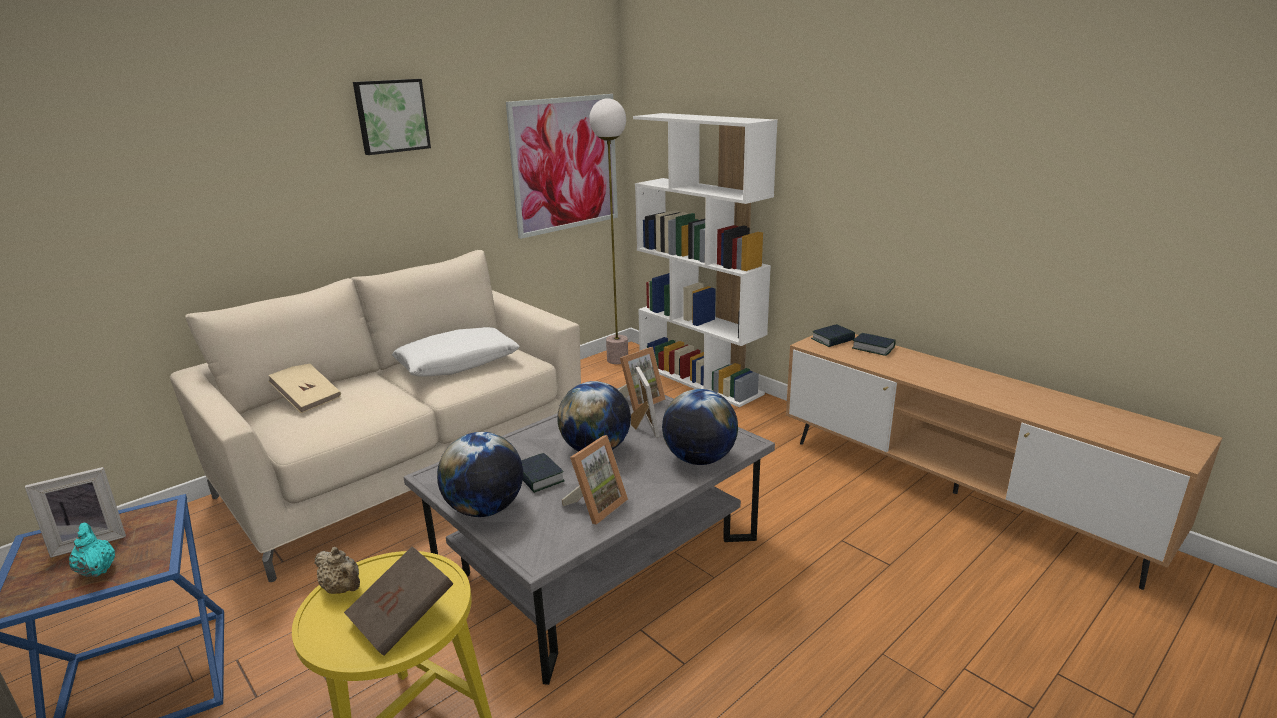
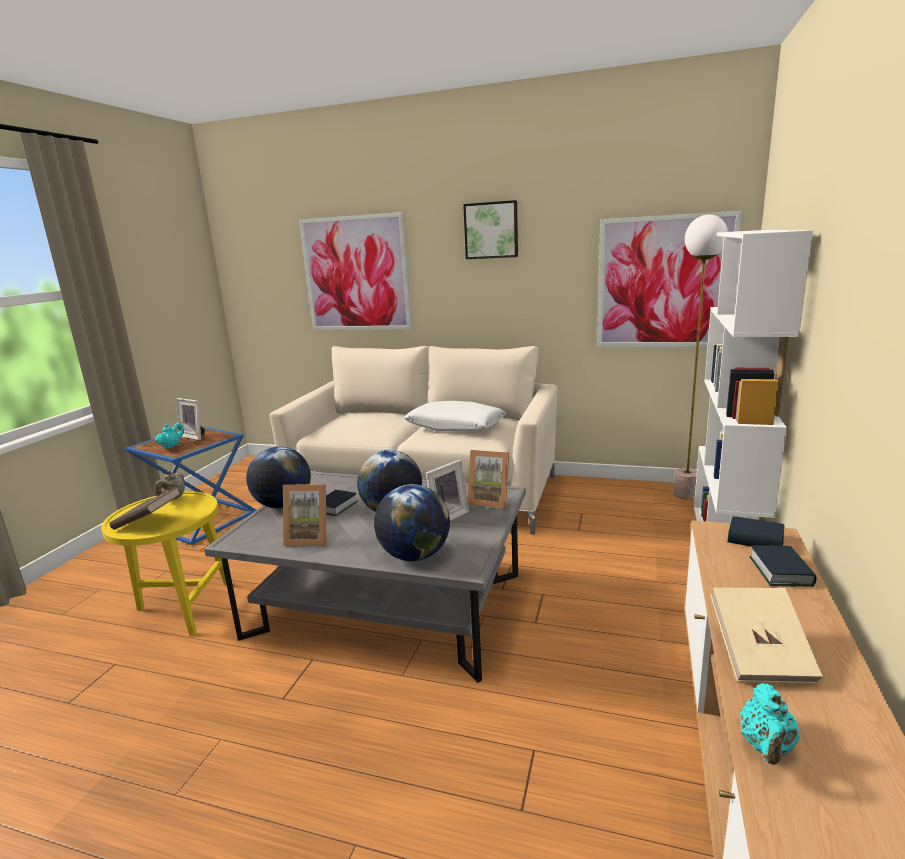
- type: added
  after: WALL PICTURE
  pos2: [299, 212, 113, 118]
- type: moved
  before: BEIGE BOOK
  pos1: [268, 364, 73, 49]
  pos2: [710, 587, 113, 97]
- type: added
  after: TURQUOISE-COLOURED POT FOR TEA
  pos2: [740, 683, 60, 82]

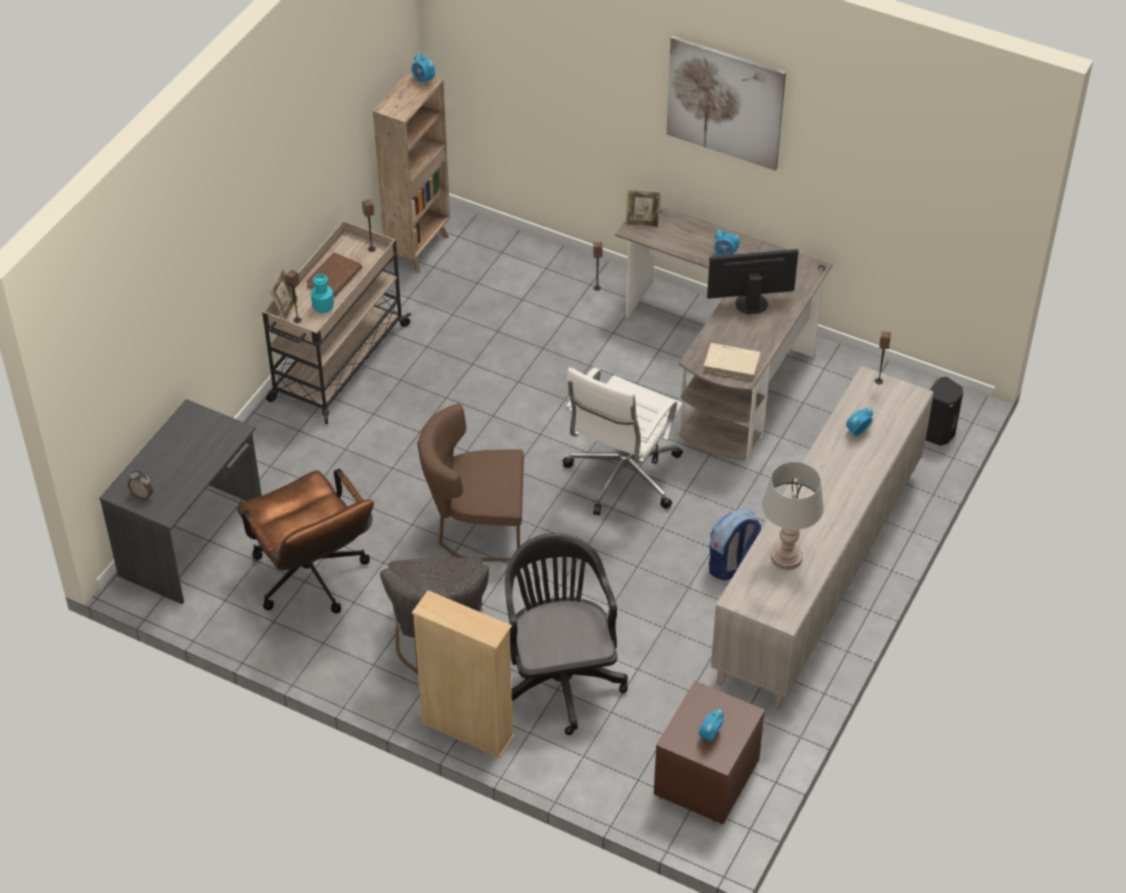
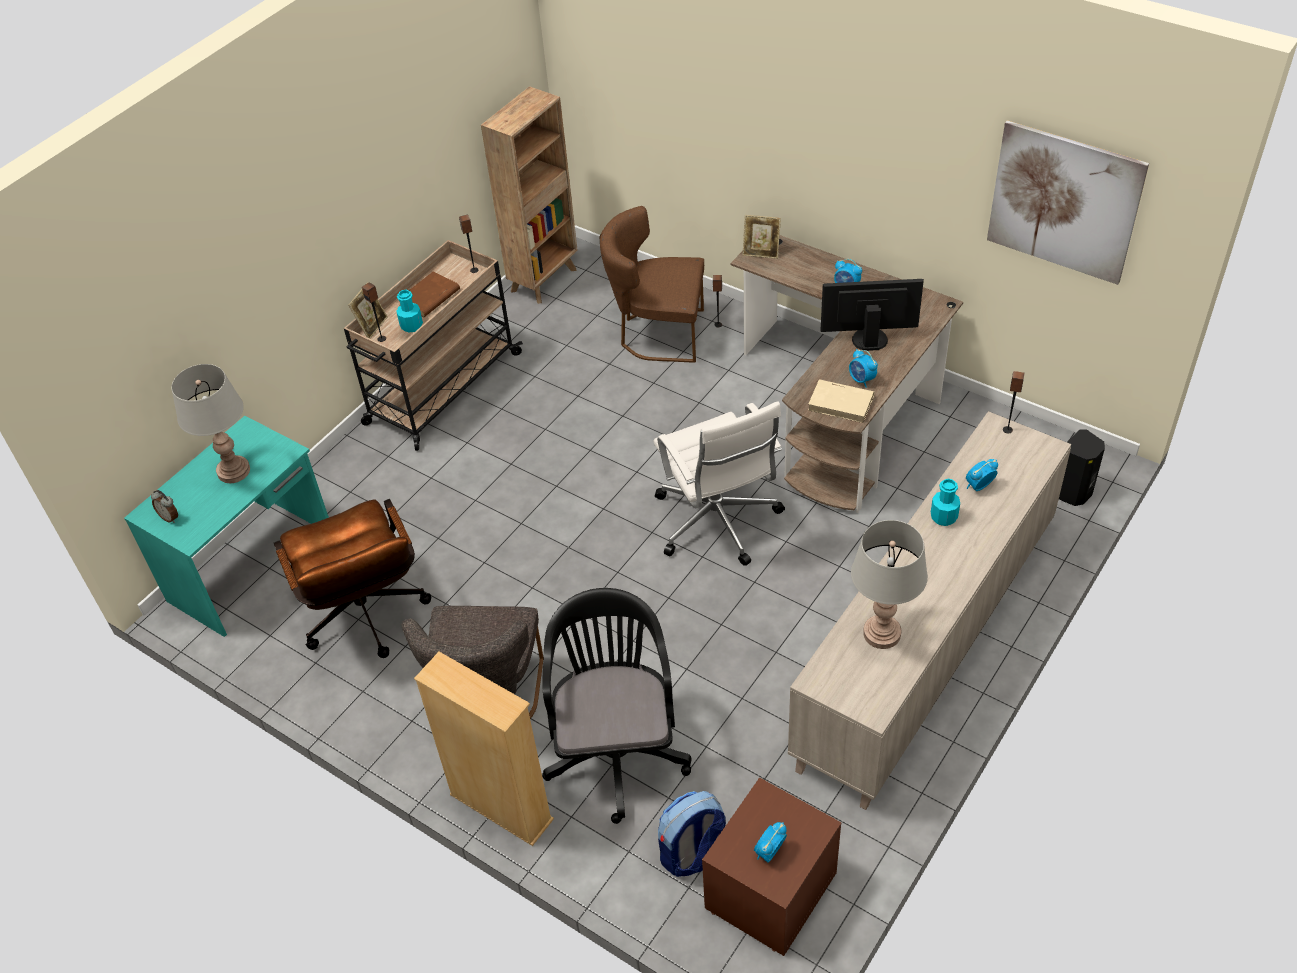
- type: recoloured
  before: GRAY DESK UNIT
  after: TURQUOISE-COLOURED DESK UNIT
  pos1: [99, 399, 163, 205]
  pos2: [124, 416, 205, 221]
- type: added
  after: GRAY TABLETOP LAMP
  pos2: [171, 364, 79, 119]
- type: moved
  before: BROWNISH PLAIN CHAIR
  pos1: [417, 404, 107, 157]
  pos2: [600, 206, 104, 157]
- type: turned
  before: WHITE DESK CHAIR
  pos1: [563, 367, 120, 148]
  pos2: [654, 401, 131, 165]
  turn: -60
- type: moved
  before: BACKPACK
  pos1: [709, 508, 52, 73]
  pos2: [658, 791, 68, 86]
- type: moved
  before: TABLE CLOCK
  pos1: [412, 53, 23, 33]
  pos2: [849, 349, 29, 38]
- type: added
  after: TURQUOISE-COLOURED DRINK BOTTLE
  pos2: [931, 479, 29, 47]
- type: moved
  before: WALL PICTURE
  pos1: [666, 36, 120, 135]
  pos2: [987, 120, 162, 165]

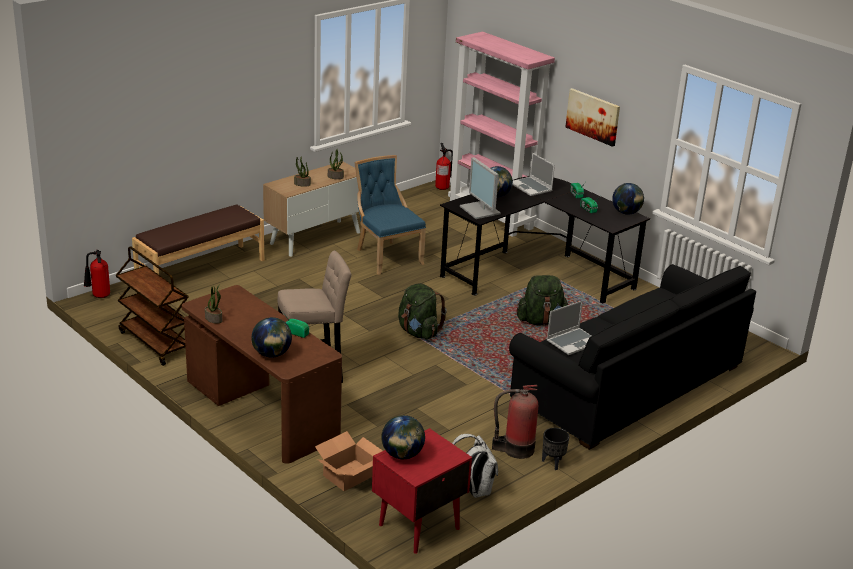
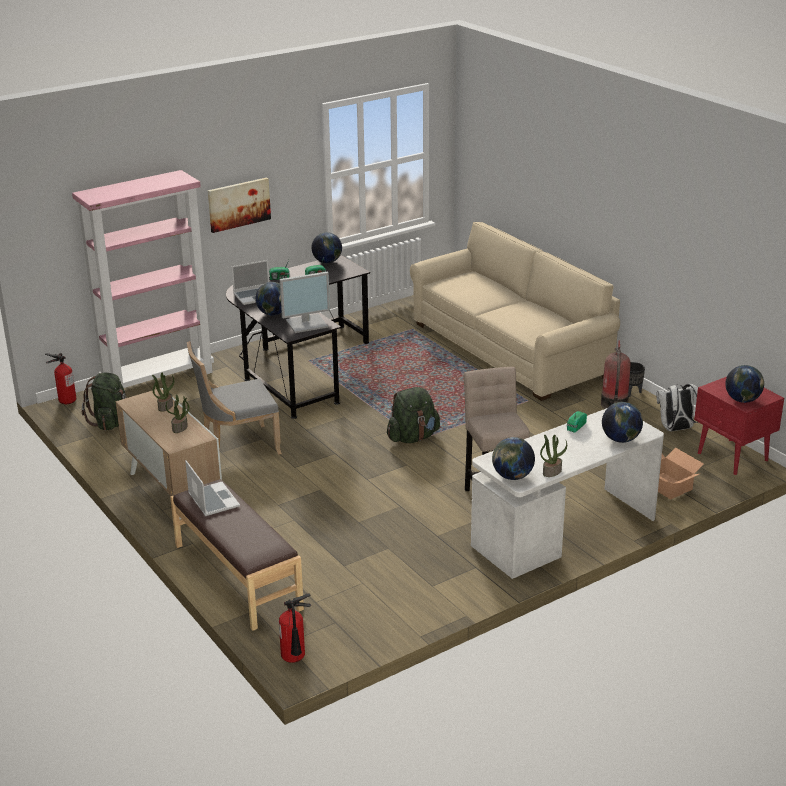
- type: moved
  before: GREENISH BACKPACK
  pos1: [517, 275, 51, 50]
  pos2: [82, 373, 44, 57]
- type: moved
  before: LAPTOP
  pos1: [547, 300, 44, 55]
  pos2: [185, 461, 55, 55]
- type: recoloured
  before: BLUE-COLOURED PLAIN CHAIR
  after: GRAY PLAIN CHAIR
  pos1: [355, 155, 71, 120]
  pos2: [187, 341, 95, 114]
- type: recoloured
  before: BLACK SOFA
  after: BEIGE SOFA
  pos1: [509, 264, 247, 186]
  pos2: [410, 222, 210, 179]
- type: recoloured
  before: BROWNISH DESK UNIT
  after: WHITE DESK UNIT
  pos1: [182, 285, 160, 179]
  pos2: [471, 408, 193, 171]
- type: added
  after: GLOBE
  pos2: [492, 437, 43, 43]
- type: removed
  before: BROWNISH WHEELED CART
  pos1: [116, 246, 72, 120]

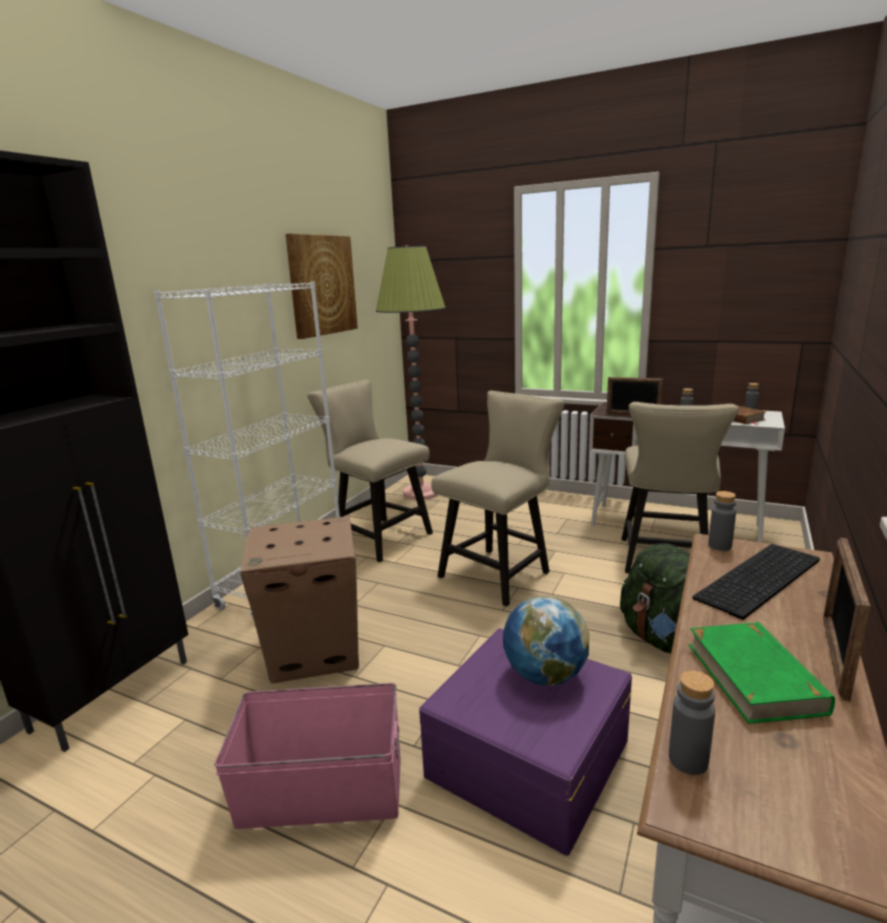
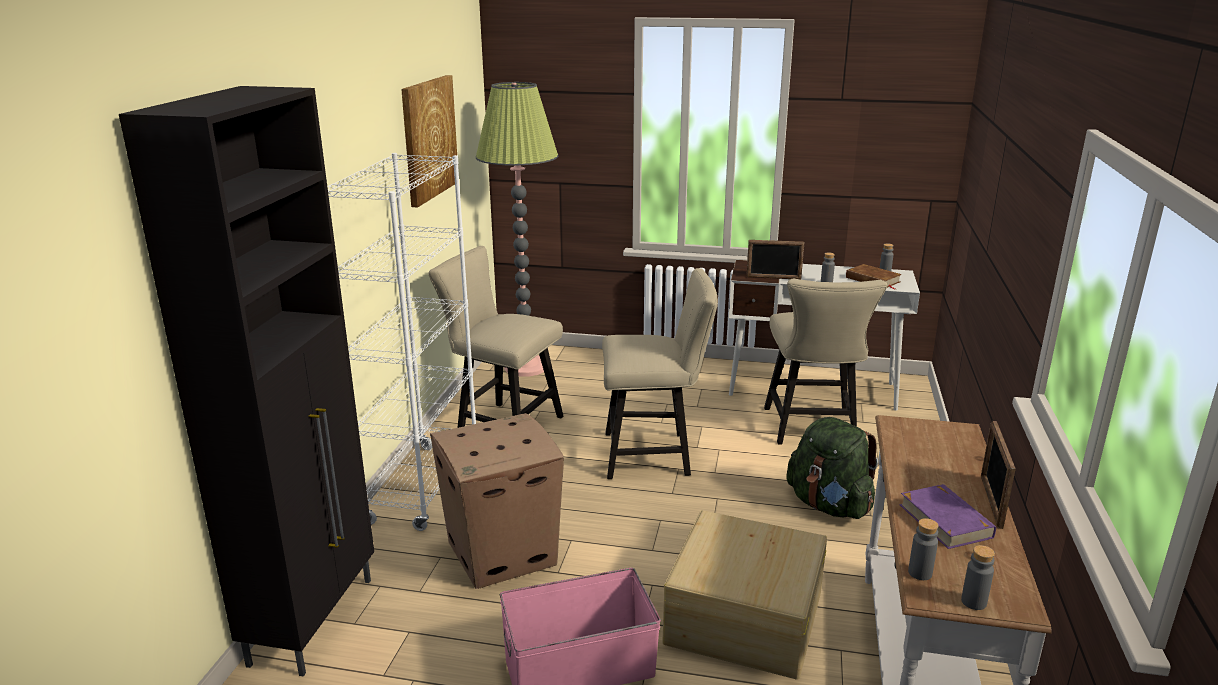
- type: turned
  before: BEIGE PLAIN CHAIR
  pos1: [431, 391, 134, 216]
  pos2: [602, 268, 116, 211]
  turn: 60
- type: recoloured
  before: PURPLE-COLOURED STORAGE CONTAINER
  after: BEIGE STORAGE CONTAINER
  pos1: [419, 628, 213, 228]
  pos2: [662, 510, 165, 170]
- type: recoloured
  before: GREENISH BOOK
  after: PURPLE-COLOURED BOOK
  pos1: [688, 622, 147, 102]
  pos2: [899, 484, 97, 65]
- type: moved
  before: GRAY DRINK BOTTLE
  pos1: [708, 491, 28, 60]
  pos2: [961, 545, 34, 65]
- type: removed
  before: GLOBE
  pos1: [503, 596, 86, 90]
- type: removed
  before: COMPUTER KEYBOARD
  pos1: [692, 544, 128, 76]

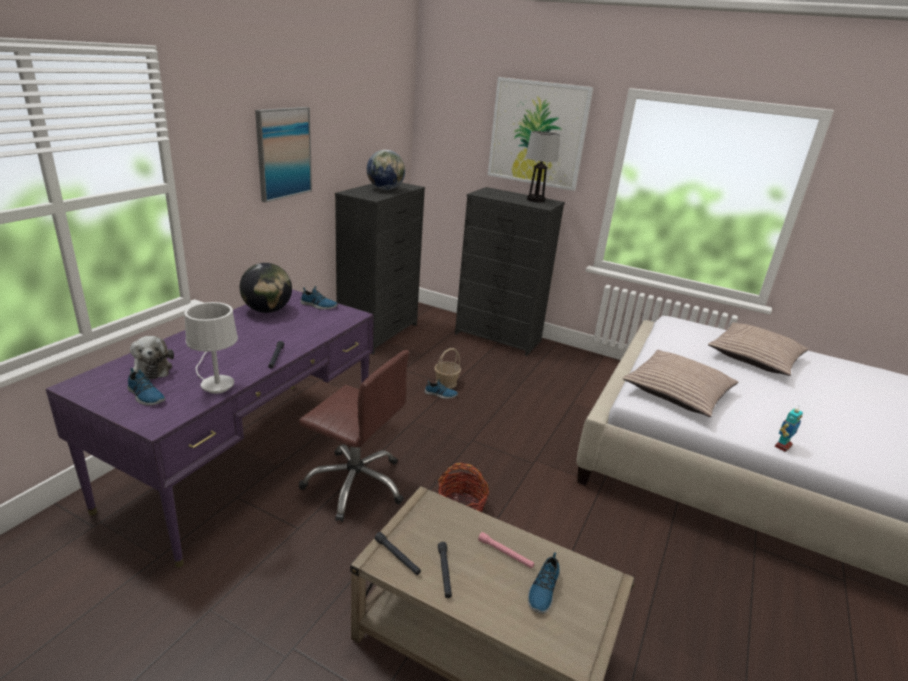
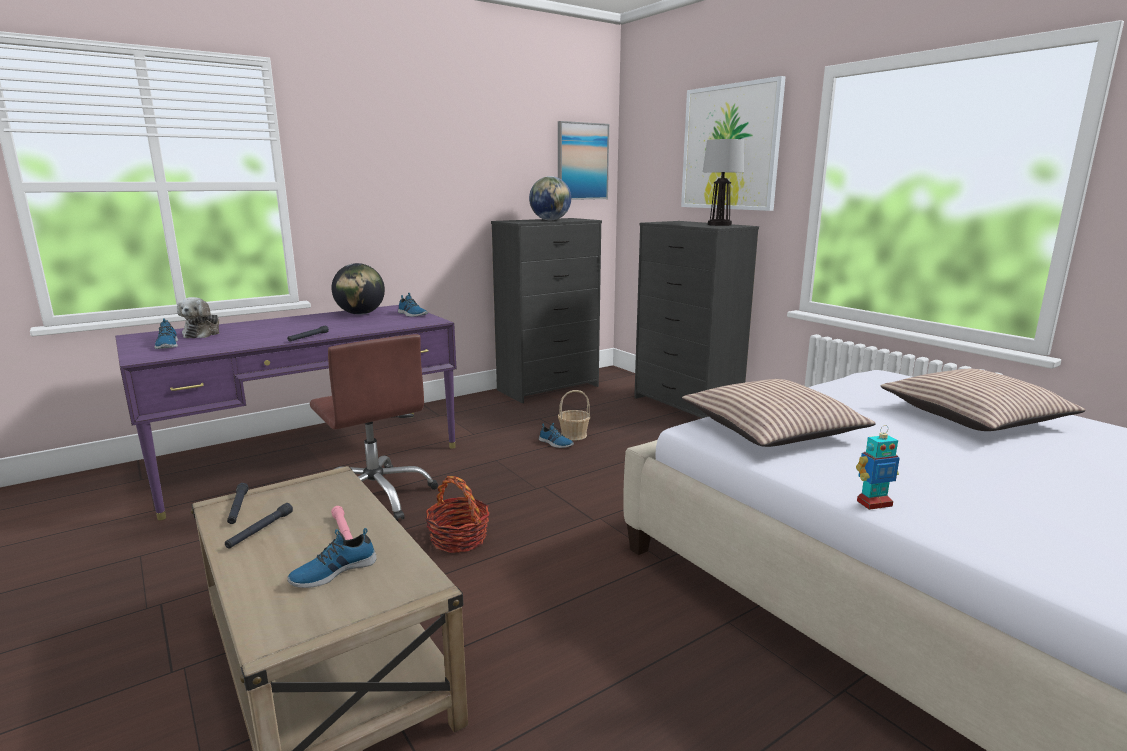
- type: moved
  before: WALL PICTURE
  pos1: [255, 107, 57, 96]
  pos2: [558, 121, 51, 79]
- type: removed
  before: WHITE TABLETOP LAMP
  pos1: [184, 302, 54, 92]

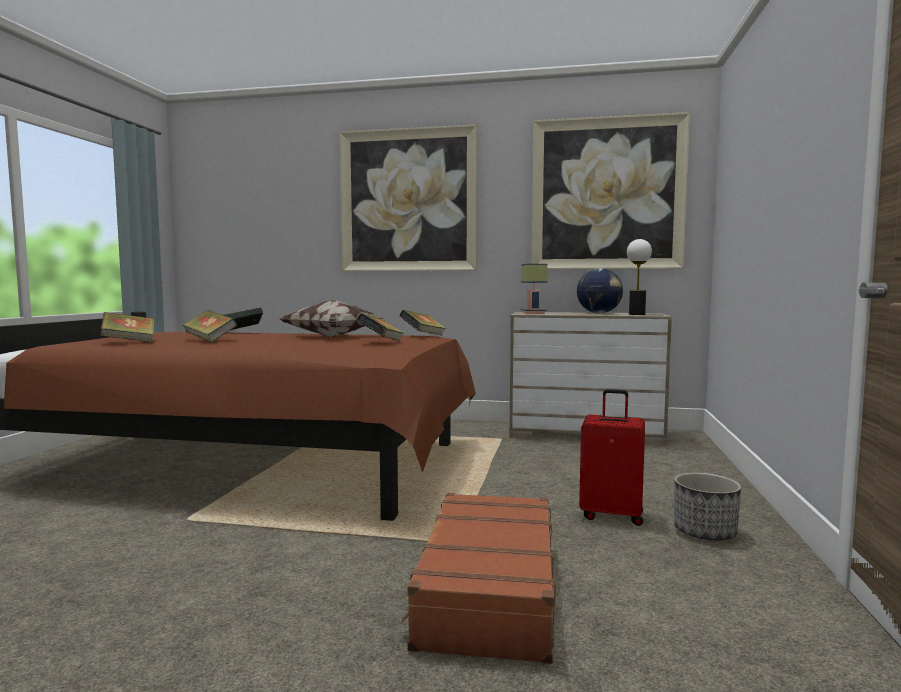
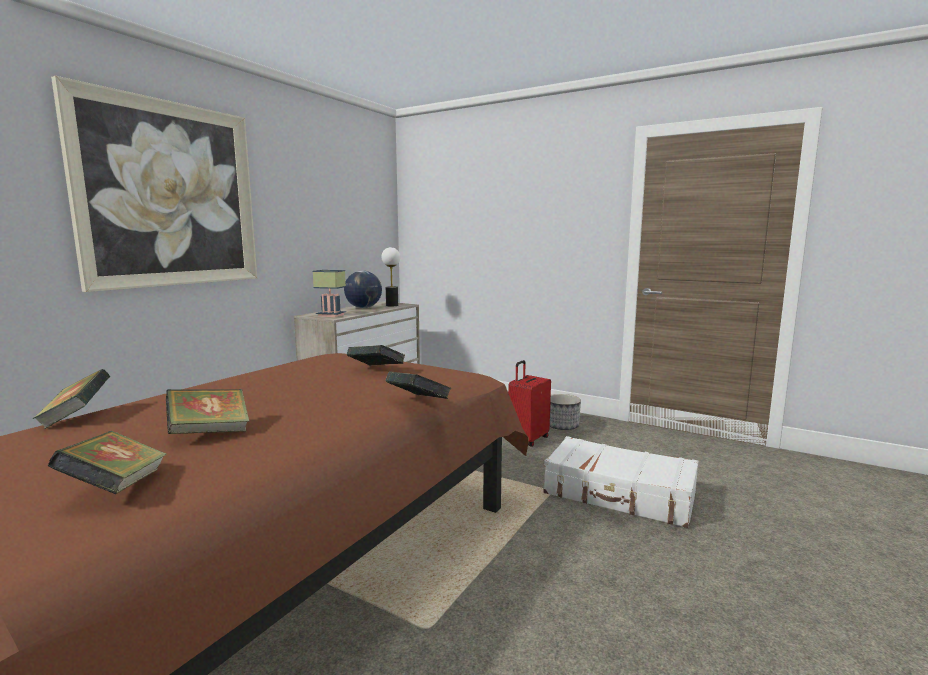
- type: moved
  before: BOOK
  pos1: [400, 310, 47, 26]
  pos2: [385, 371, 67, 28]
- type: recoloured
  before: BROWNISH TRAVEL CASE
  after: WHITE TRAVEL CASE
  pos1: [401, 493, 155, 171]
  pos2: [544, 436, 155, 92]
- type: removed
  before: THROW PILLOW
  pos1: [280, 300, 103, 37]
- type: removed
  before: WALL PICTURE
  pos1: [531, 112, 159, 158]

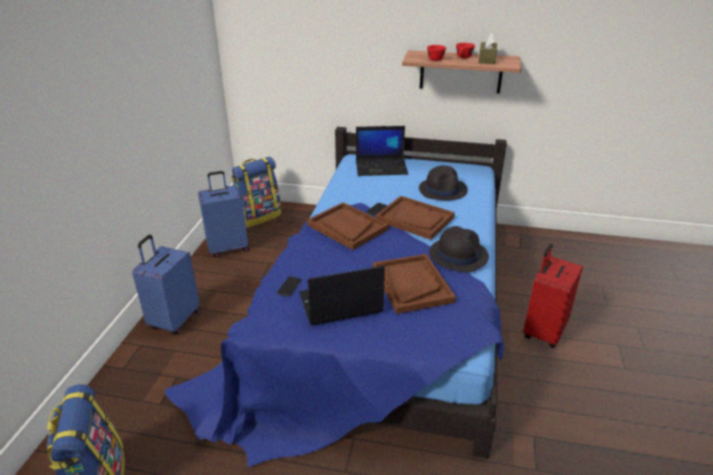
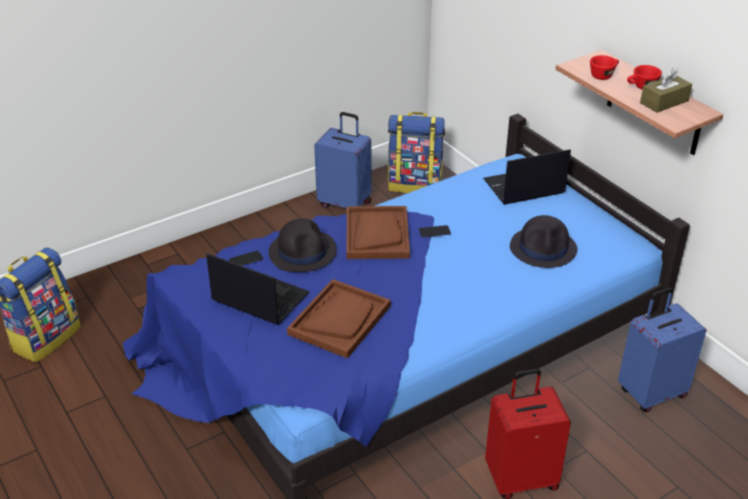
- type: moved
  before: BLACK WEARABLE HAT
  pos1: [429, 226, 60, 46]
  pos2: [269, 218, 68, 54]
- type: turned
  before: LAPTOP
  pos1: [356, 126, 52, 50]
  pos2: [483, 149, 88, 56]
  turn: 120
- type: moved
  before: BLUE-COLOURED TRAVEL CASE
  pos1: [132, 235, 68, 100]
  pos2: [618, 288, 88, 124]
- type: removed
  before: BROWNISH SERVING TRAY
  pos1: [375, 196, 80, 44]

